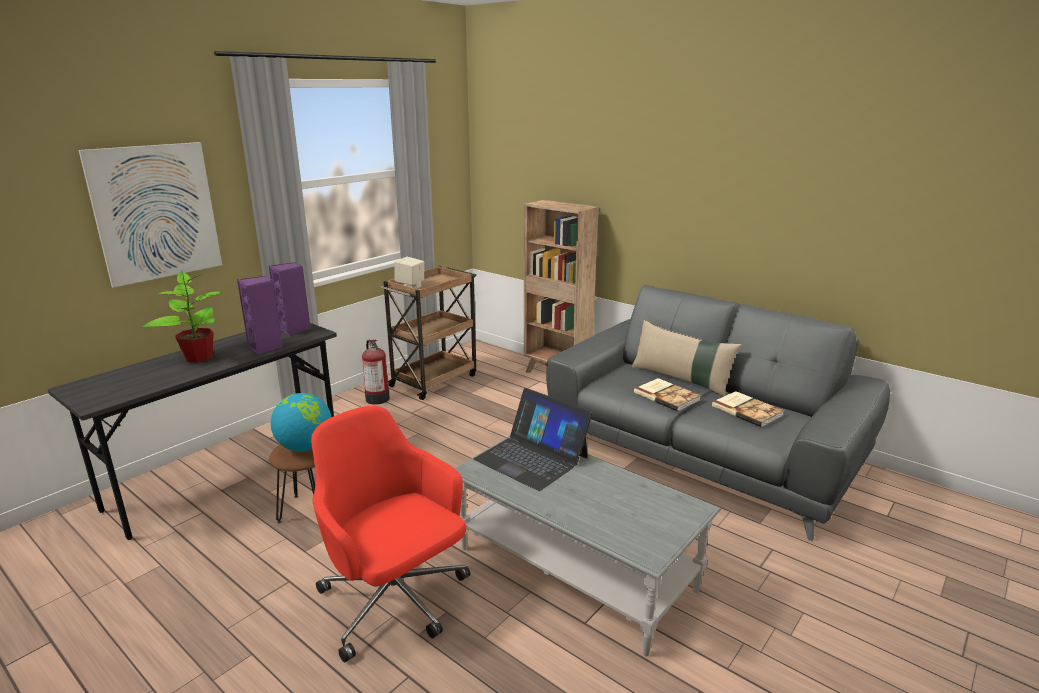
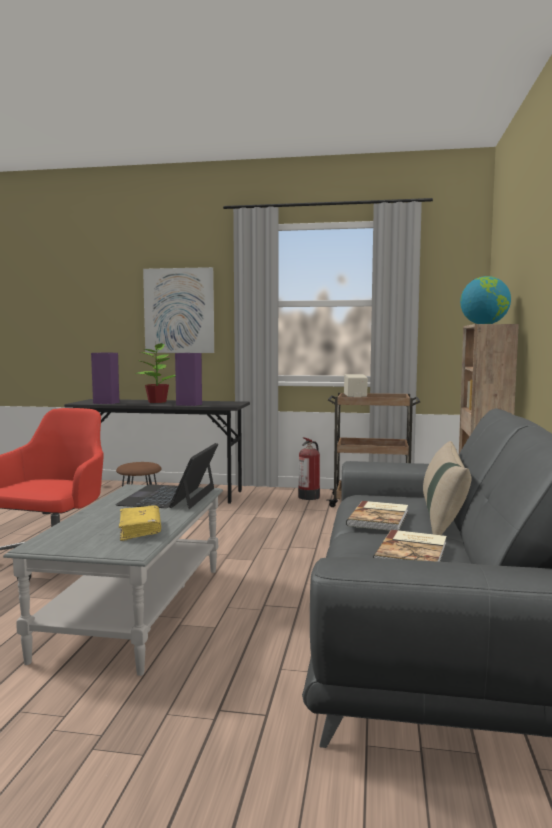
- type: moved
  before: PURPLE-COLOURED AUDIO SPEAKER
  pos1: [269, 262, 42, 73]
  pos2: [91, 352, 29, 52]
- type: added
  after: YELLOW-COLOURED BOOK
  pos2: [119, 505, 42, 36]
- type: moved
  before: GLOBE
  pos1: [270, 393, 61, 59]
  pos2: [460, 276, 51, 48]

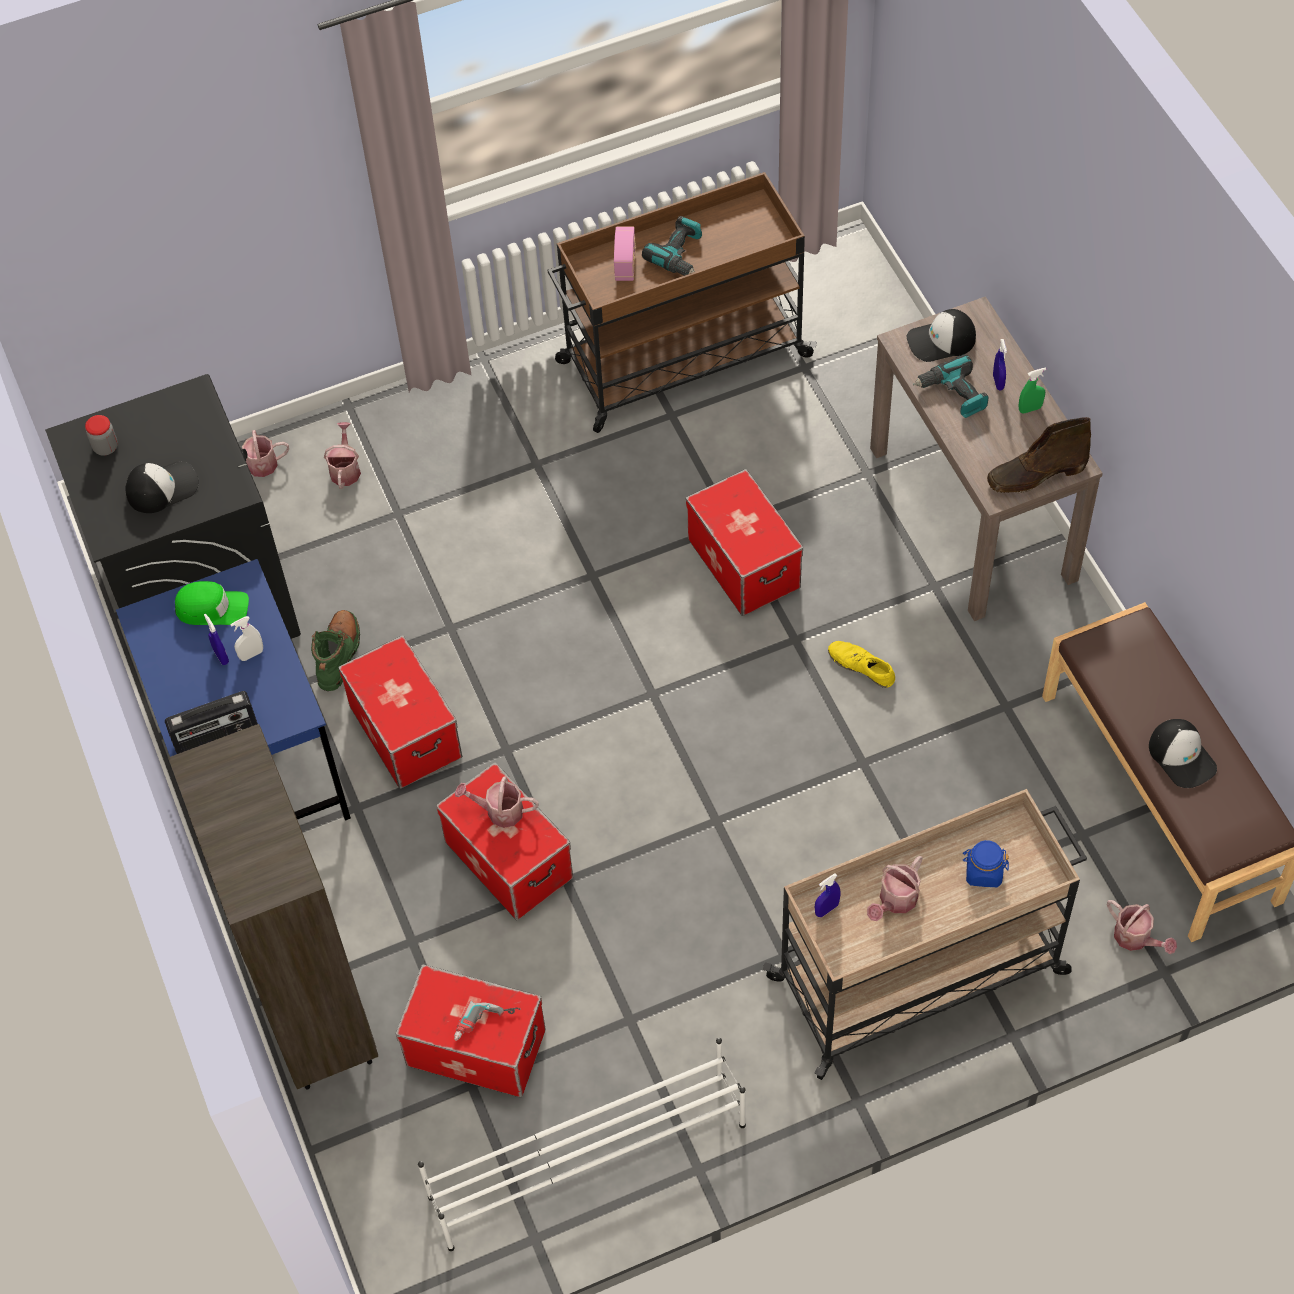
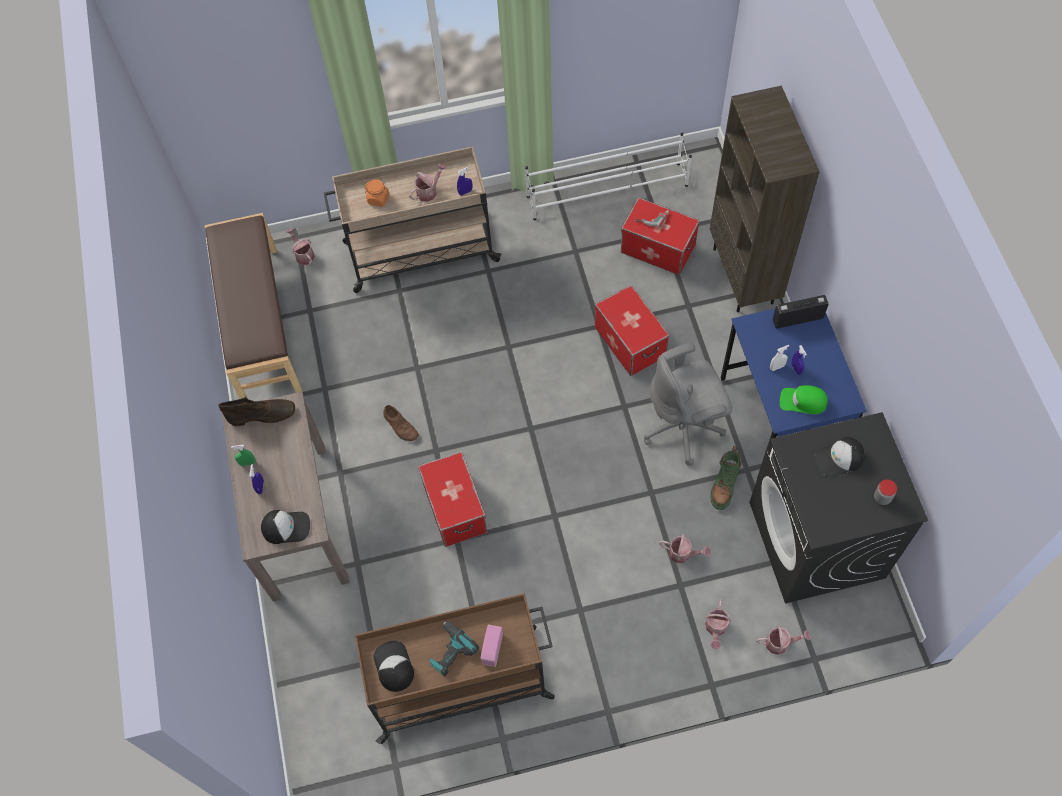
- type: recoloured
  before: BLUE-COLOURED JAR
  after: ORANGE JAR
  pos1: [963, 840, 46, 47]
  pos2: [364, 179, 25, 28]
- type: moved
  before: CAP
  pos1: [1149, 719, 68, 69]
  pos2: [373, 641, 41, 51]
- type: recoloured
  before: YELLOW-COLOURED LOW SHOE
  after: BROWNISH LOW SHOE
  pos1: [828, 641, 67, 47]
  pos2: [383, 405, 36, 36]
- type: replaced
  before: STORAGE CONTAINER
  after: GRAY DESK CHAIR
  pos1: [338, 635, 124, 154]
  pos2: [644, 343, 89, 123]
- type: moved
  before: WATERING CAN
  pos1: [455, 776, 84, 52]
  pos2: [660, 534, 50, 29]
- type: removed
  before: ELECTRIC DRILL
  pos1: [913, 355, 76, 63]

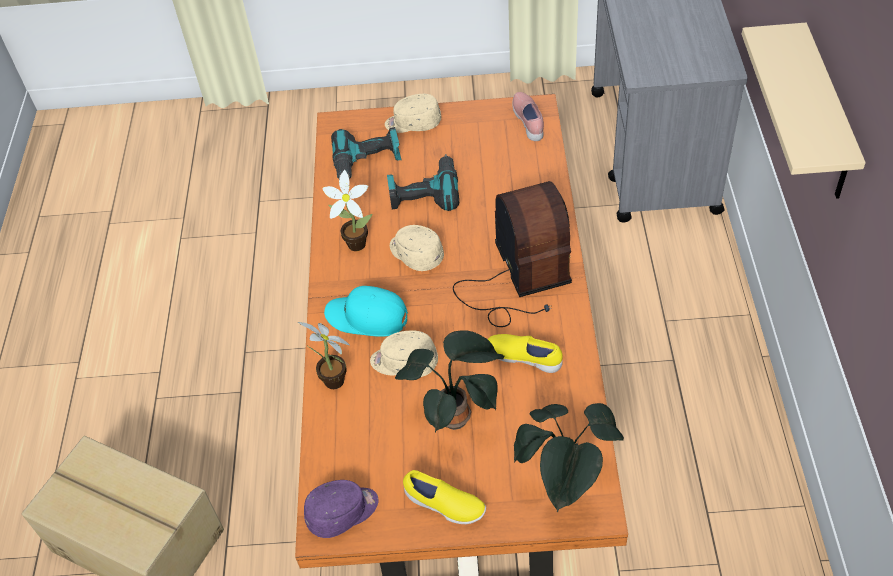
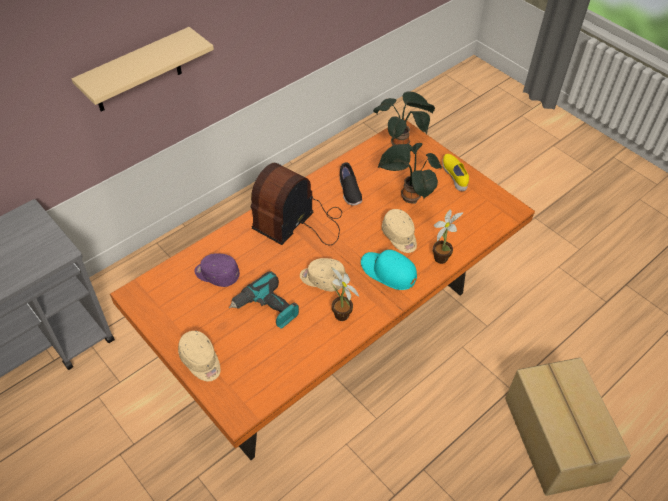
- type: moved
  before: PURPLE-COLOURED CAP
  pos1: [304, 480, 75, 58]
  pos2: [194, 253, 46, 34]
- type: turned
  before: BEIGE CAP
  pos1: [390, 225, 54, 46]
  pos2: [300, 258, 46, 33]
  turn: 105
- type: recoloured
  before: YELLOW-COLOURED LOW SHOE
  after: BLACK LOW SHOE
  pos1: [488, 334, 75, 39]
  pos2: [340, 162, 22, 44]
- type: turned
  before: TURQUOISE-COLOURED CAP
  pos1: [324, 286, 84, 51]
  pos2: [361, 250, 56, 40]
  turn: 150
- type: removed
  before: ELECTRIC DRILL
  pos1: [331, 127, 71, 52]
- type: removed
  before: PINKISH LOW SHOE
  pos1: [512, 92, 32, 49]

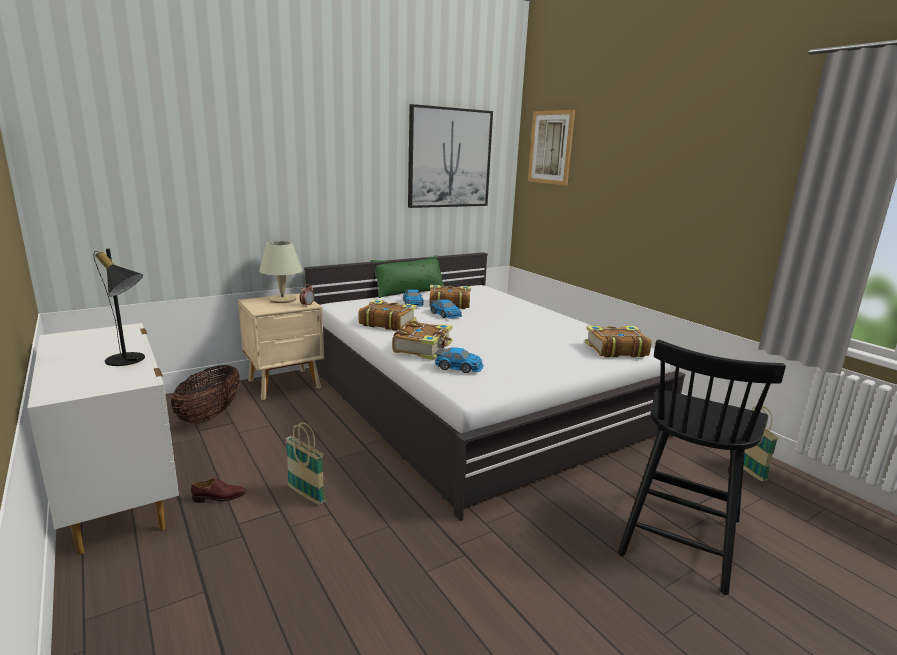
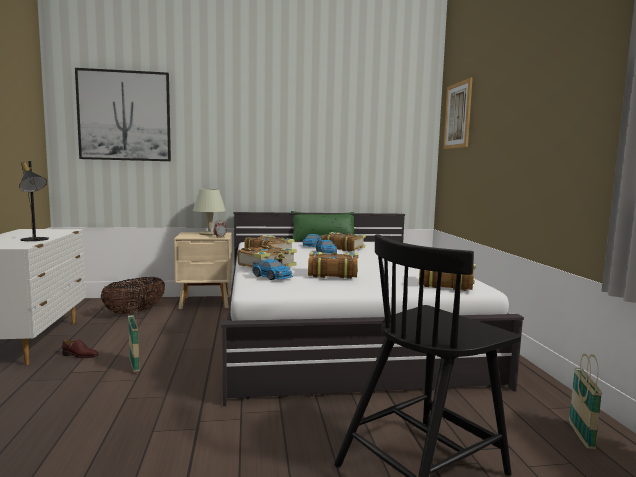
- type: moved
  before: WALL PICTURE
  pos1: [408, 104, 85, 104]
  pos2: [75, 68, 96, 93]
- type: added
  after: BOOK
  pos2: [308, 251, 50, 28]

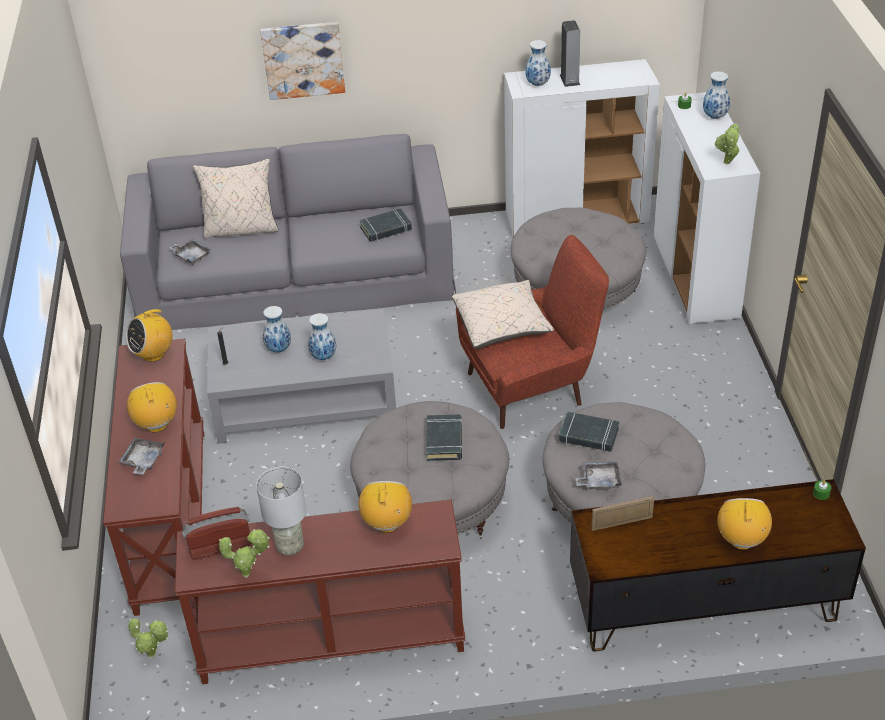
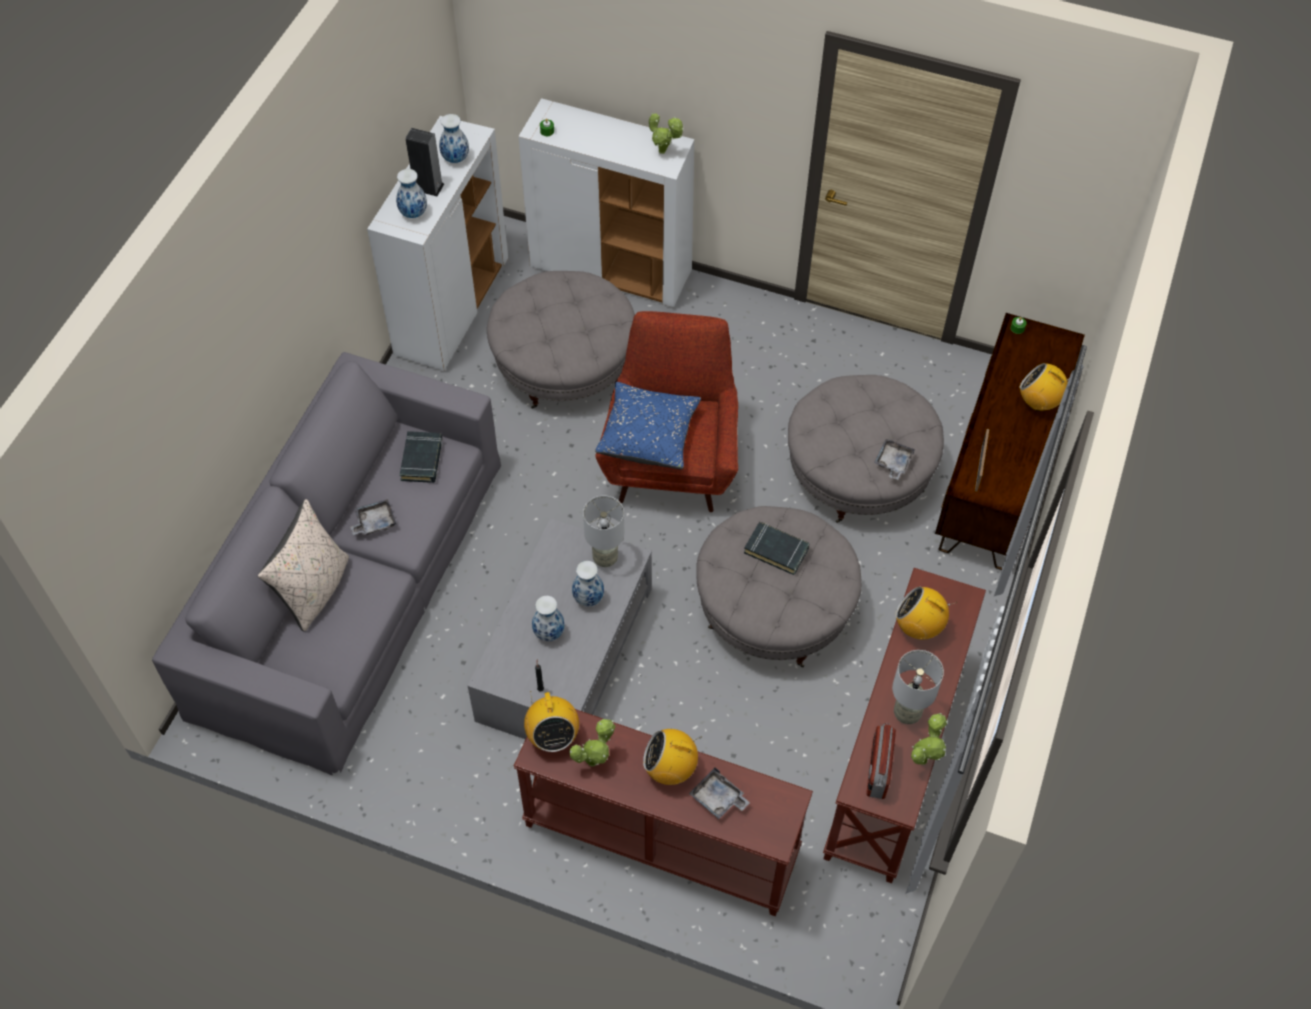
- type: moved
  before: GRAY SERVING TRAY
  pos1: [169, 239, 42, 26]
  pos2: [350, 499, 46, 36]
- type: moved
  before: DECORATIVE VASE
  pos1: [703, 71, 27, 48]
  pos2: [439, 114, 30, 49]
- type: moved
  before: POTTED PLANT
  pos1: [128, 618, 40, 40]
  pos2: [569, 719, 46, 48]
- type: added
  after: GRAY TABLETOP LAMP
  pos2: [583, 495, 41, 72]
- type: recoloured
  before: BEIGE THROW PILLOW
  after: BLUE-COLOURED THROW PILLOW
  pos1: [452, 280, 102, 69]
  pos2: [595, 382, 106, 87]
- type: removed
  before: WALL PICTURE
  pos1: [260, 22, 85, 78]
- type: removed
  before: BLACK BOOK
  pos1: [558, 412, 61, 40]

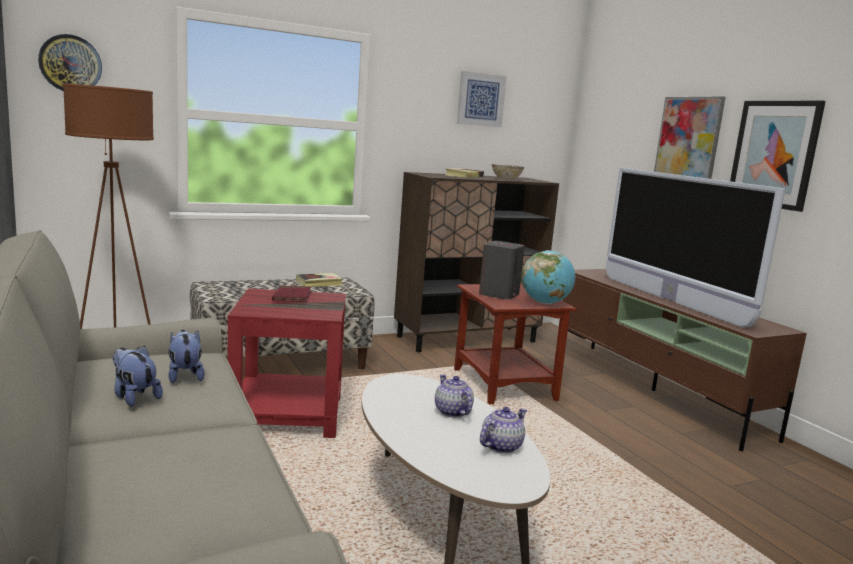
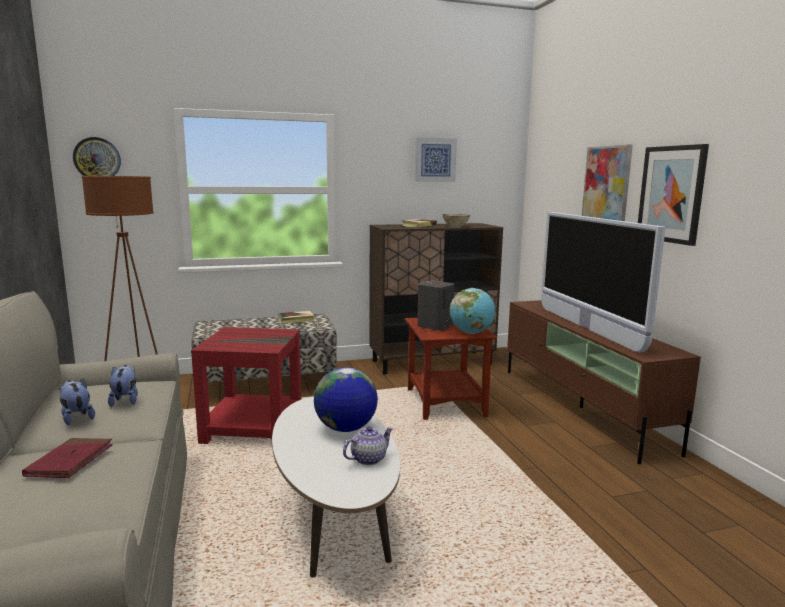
- type: moved
  before: RED-COLOURED BOOK
  pos1: [272, 285, 39, 17]
  pos2: [22, 438, 91, 40]
- type: replaced
  before: POT FOR TEA
  after: GLOBE
  pos1: [435, 374, 39, 43]
  pos2: [314, 367, 64, 65]

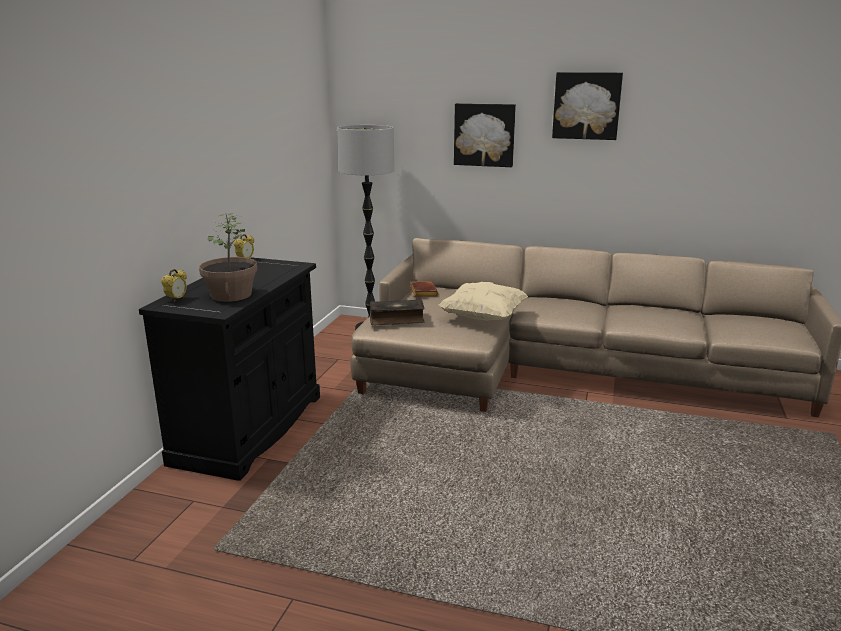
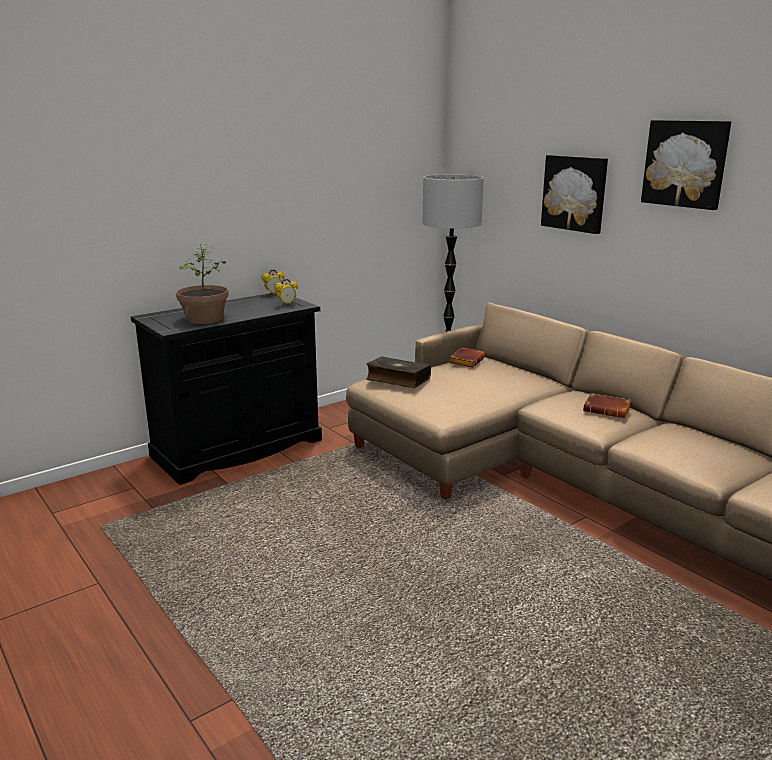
- type: moved
  before: TABLE CLOCK
  pos1: [161, 269, 26, 33]
  pos2: [274, 279, 24, 27]
- type: added
  after: BROWNISH BOOK
  pos2: [583, 393, 48, 25]
- type: removed
  before: BEIGE THROW PILLOW
  pos1: [439, 282, 89, 38]

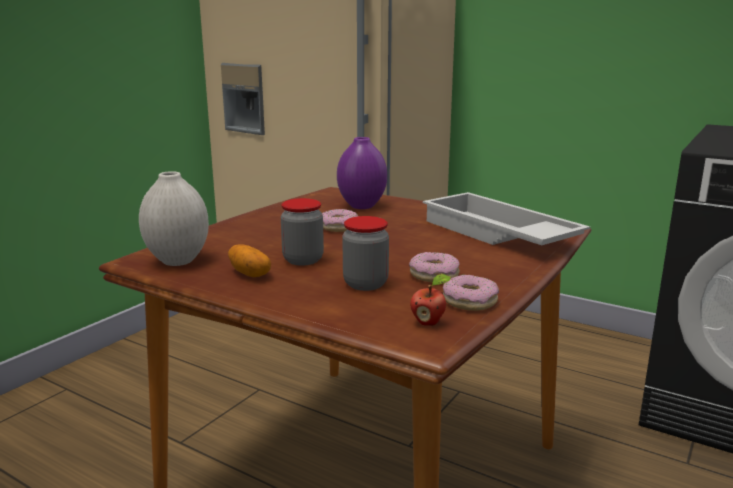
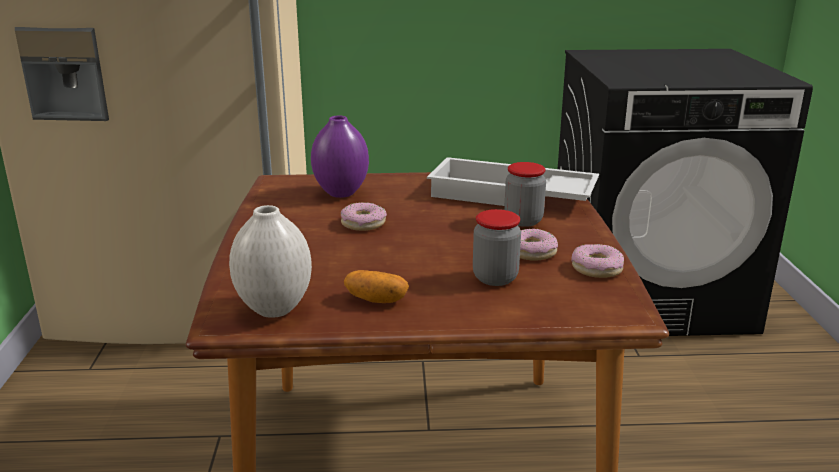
- type: moved
  before: JAR
  pos1: [281, 198, 43, 68]
  pos2: [504, 162, 42, 65]
- type: removed
  before: WHOLE APPLE
  pos1: [410, 274, 41, 52]

